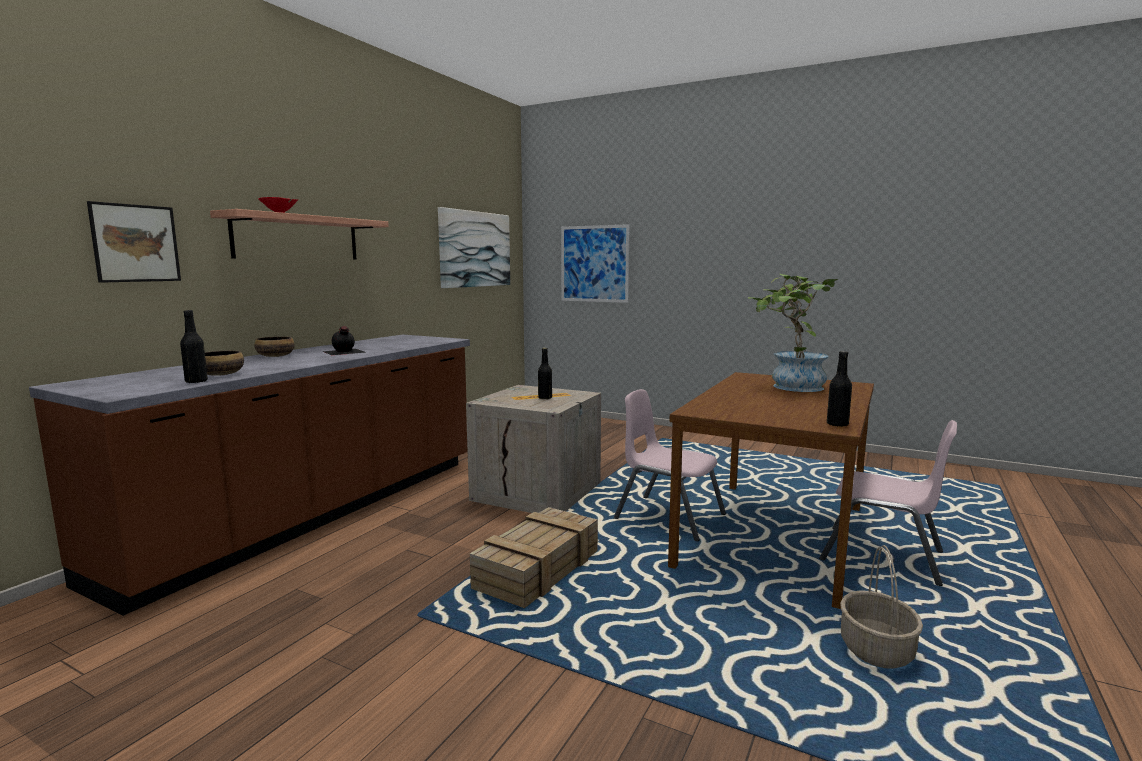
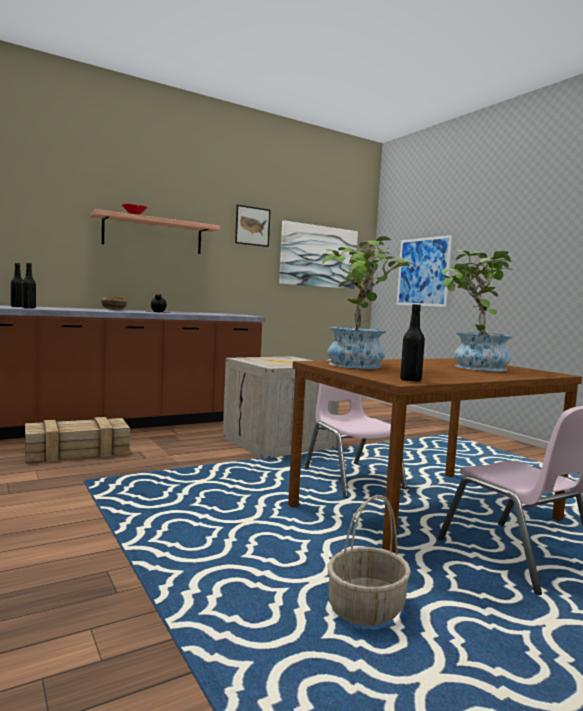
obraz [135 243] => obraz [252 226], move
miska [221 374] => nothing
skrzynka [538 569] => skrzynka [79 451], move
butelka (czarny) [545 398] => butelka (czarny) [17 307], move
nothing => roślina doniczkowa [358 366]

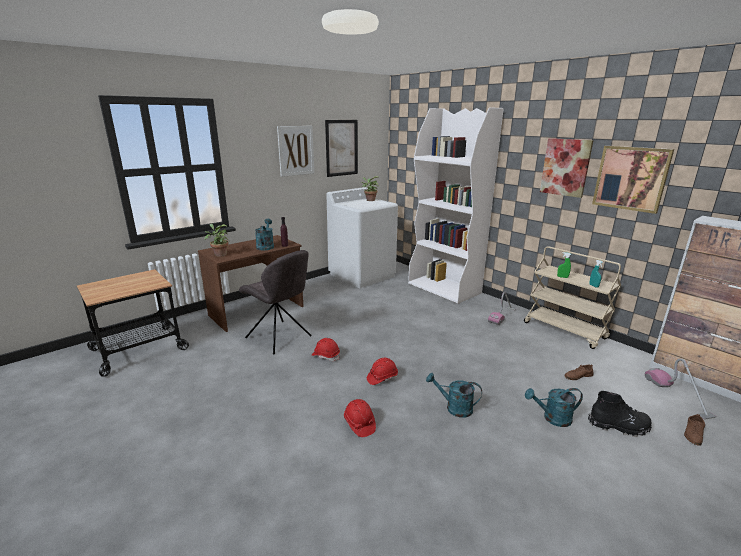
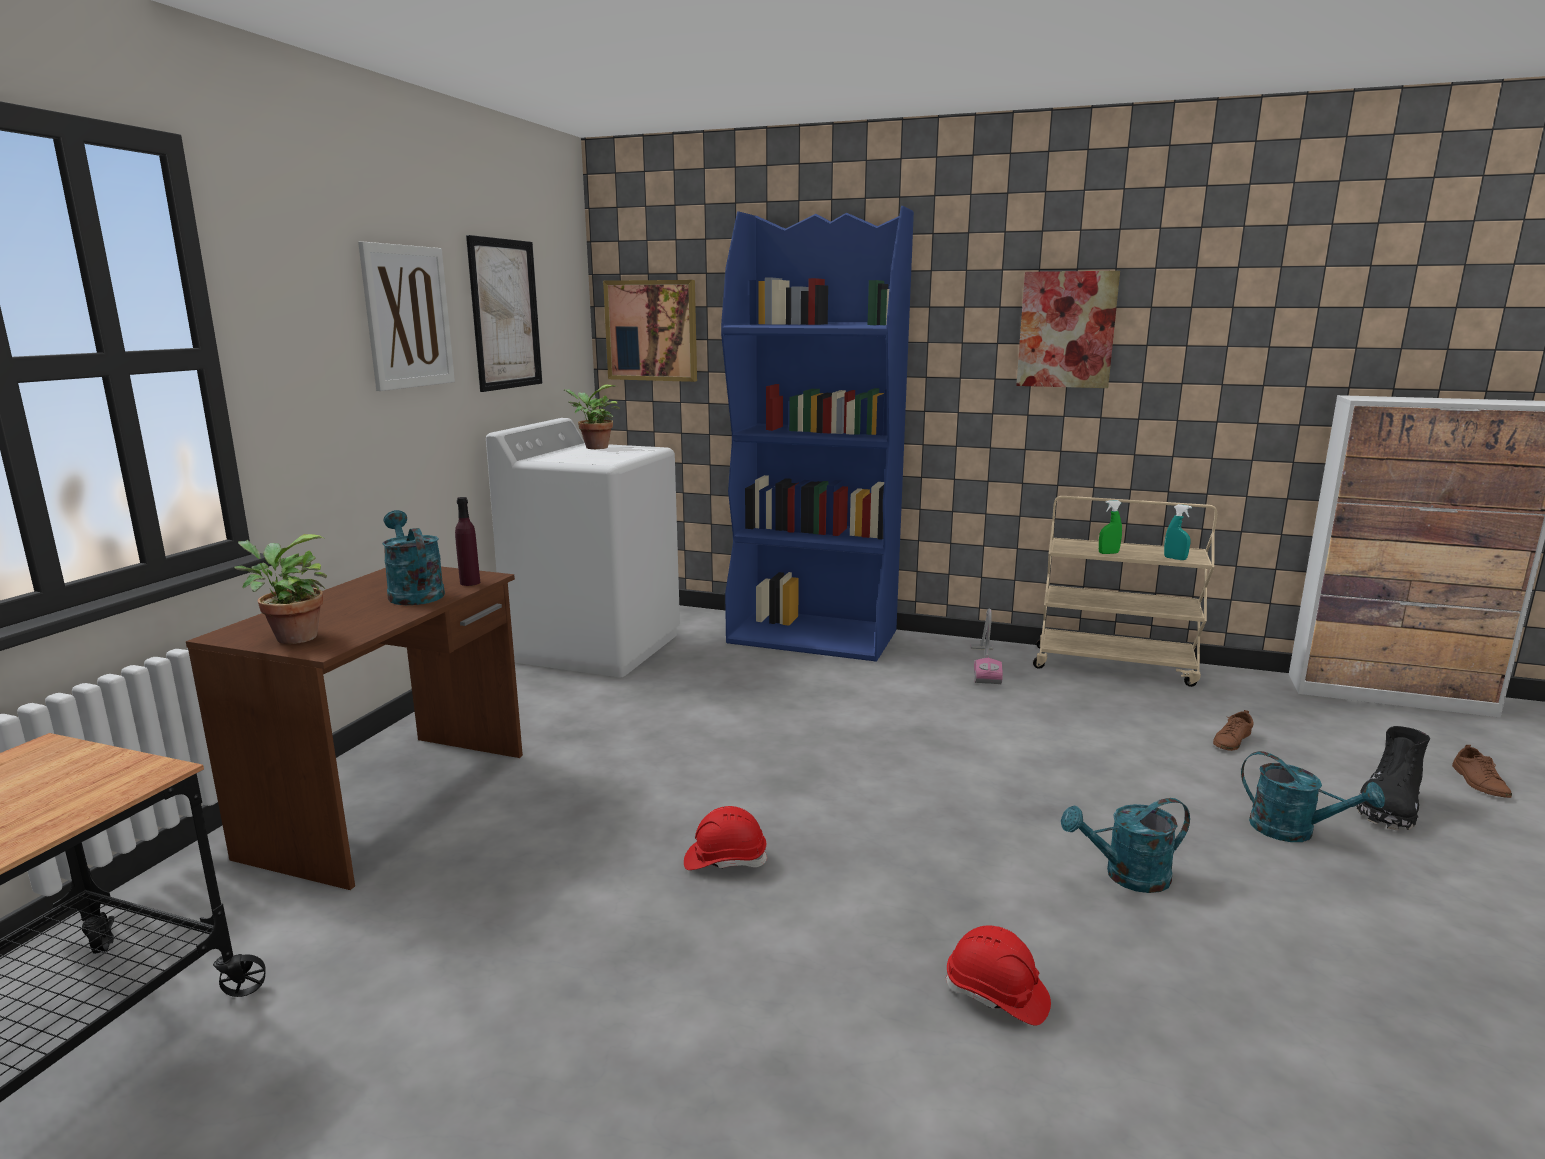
krzesło (szary) [280 338] => nothing
kask (czerwony) [382 378] => nothing
regał (biały) [444 288] => regał (niebieski) [814 637]
konewka (turkusowy) [552 418] => konewka (turkusowy) [1293 831], 105 degrees counterclockwise
but z cholewką (czarny) [618 426] => but z cholewką (czarny) [1389 808], 150 degrees clockwise
obraz [630 178] => obraz [651 330], move
odkurzacz [677 395] => nothing

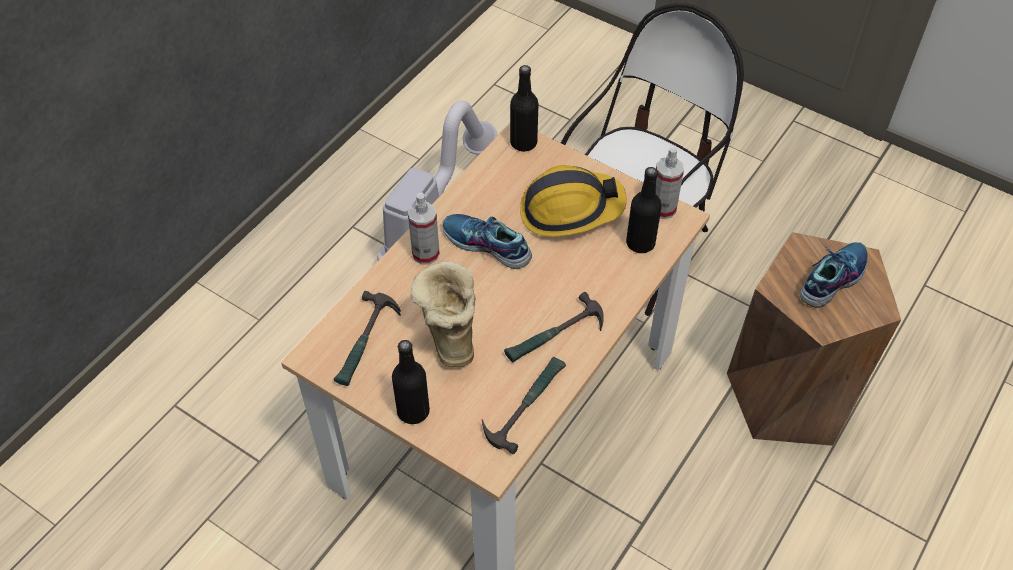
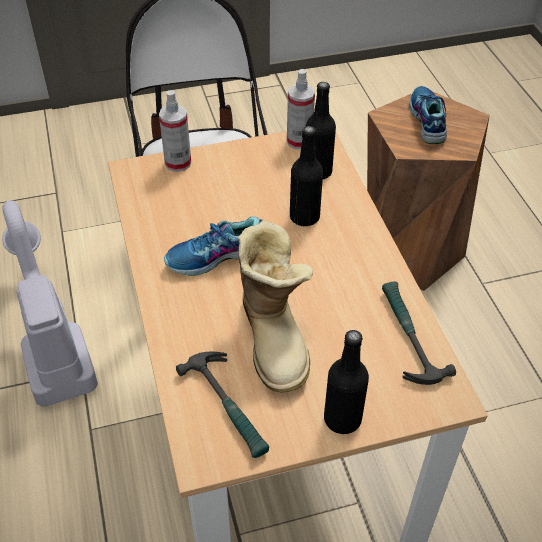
spryskiwacz [425 254] => spryskiwacz [178 163], move
but z cholewką [447 328] => but z cholewką [276 337], 135 degrees counterclockwise
młotek [555 336] => nothing
butelka (czarny) [523 143] => butelka (czarny) [304 217], move
kask [570 209] => nothing

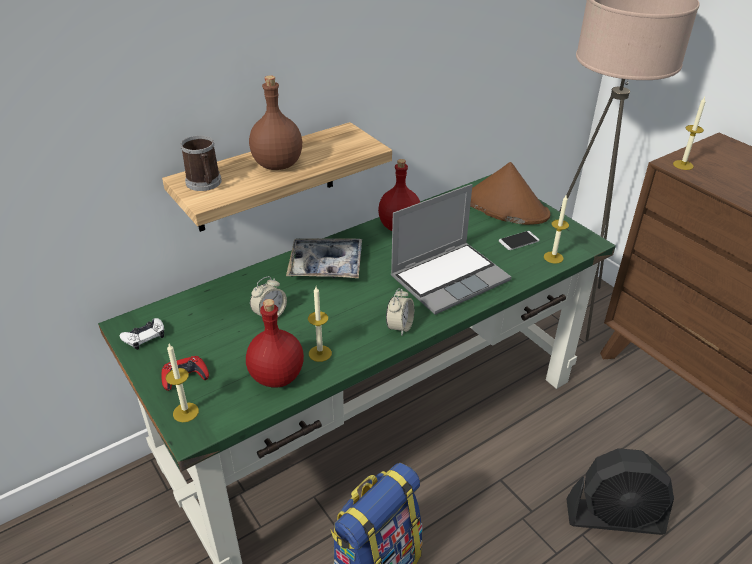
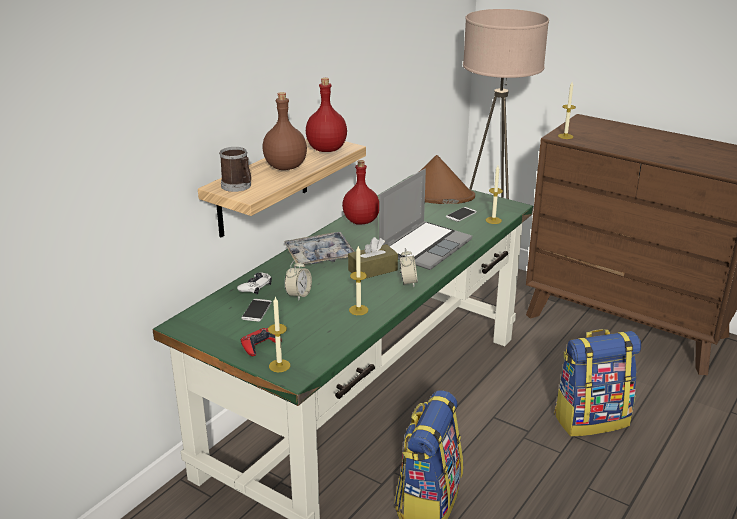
pad do gier (biały) [144 336] => pad do gier (biały) [255 286], move
butelka (czerwony) [277 376] => butelka (czerwony) [327 149], move
wentylator (czarny) [614 517] => plecak [591 419]
nothing => telefon [256 310]
nothing => pudełko chusteczek (brązowy) [372 270]

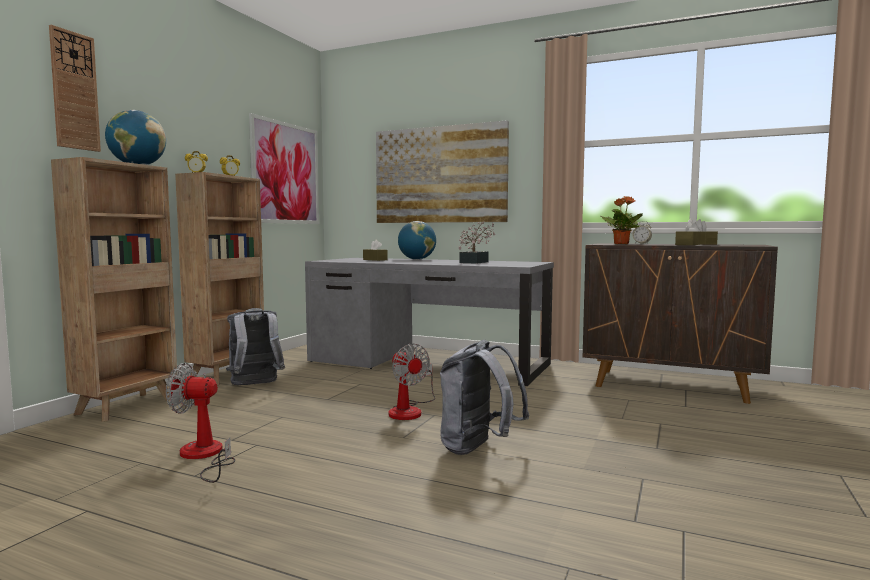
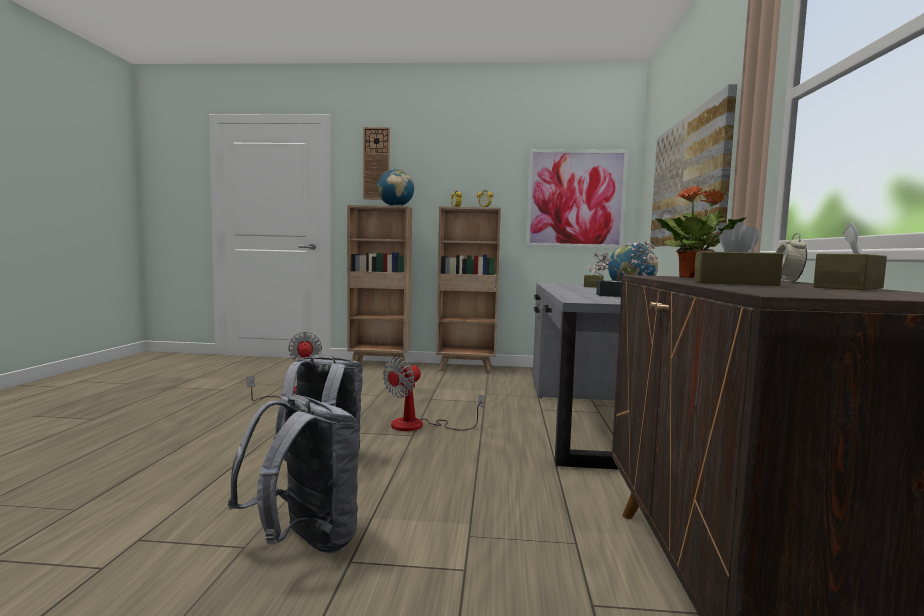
plecak (szary) [255 385] => plecak (szary) [304 542], move

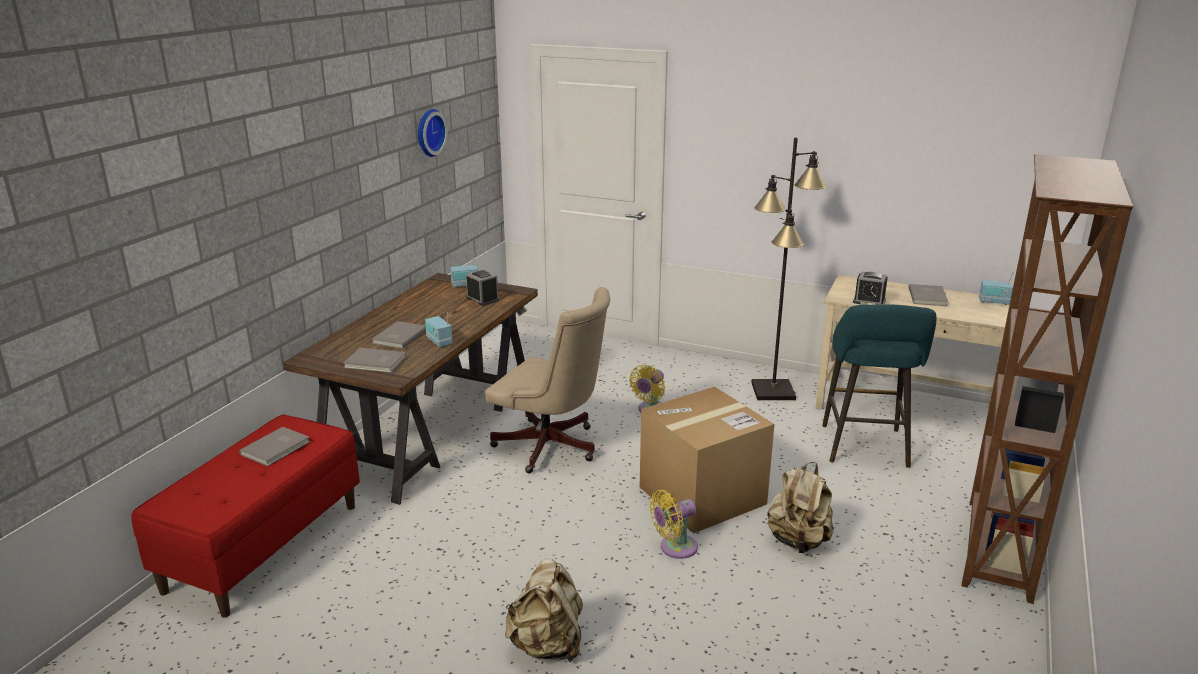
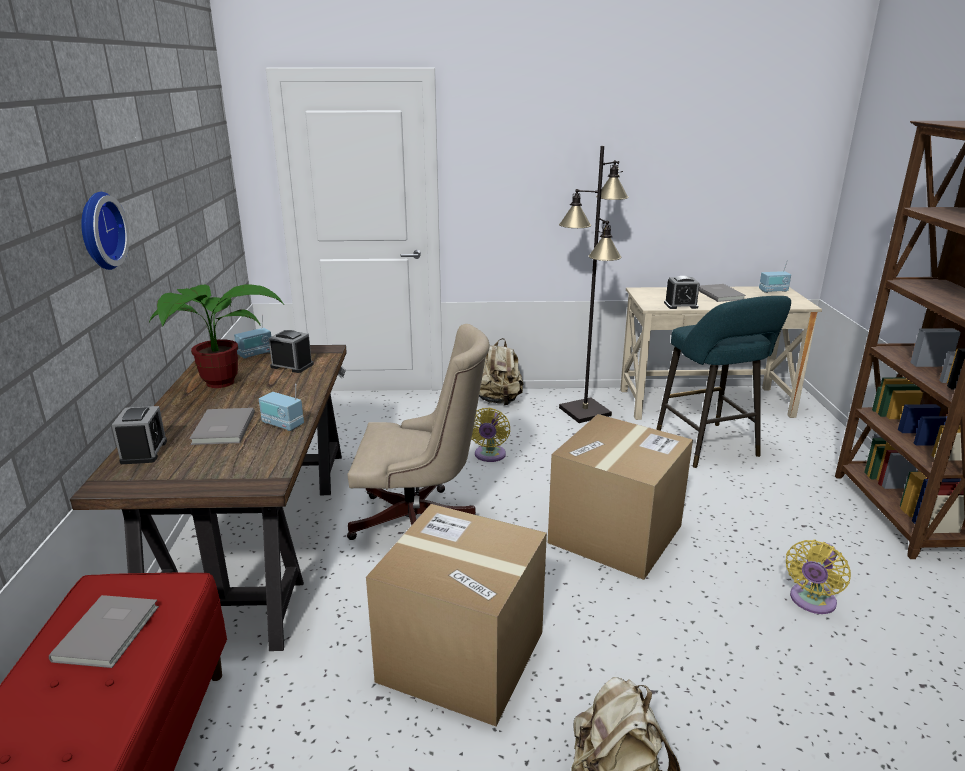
książka (szary) [375 363] => nothing
zegar ścienny [428 132] => zegar ścienny [98 231], move
wentylator (żółty) [675 548] => wentylator (żółty) [811 602], move
plecak (beżowy) [798 541] => plecak (beżowy) [499 401], move
nothing => budzik [144 451]
nothing => roślina doniczkowa [219 385]
nothing => karton [461 656]

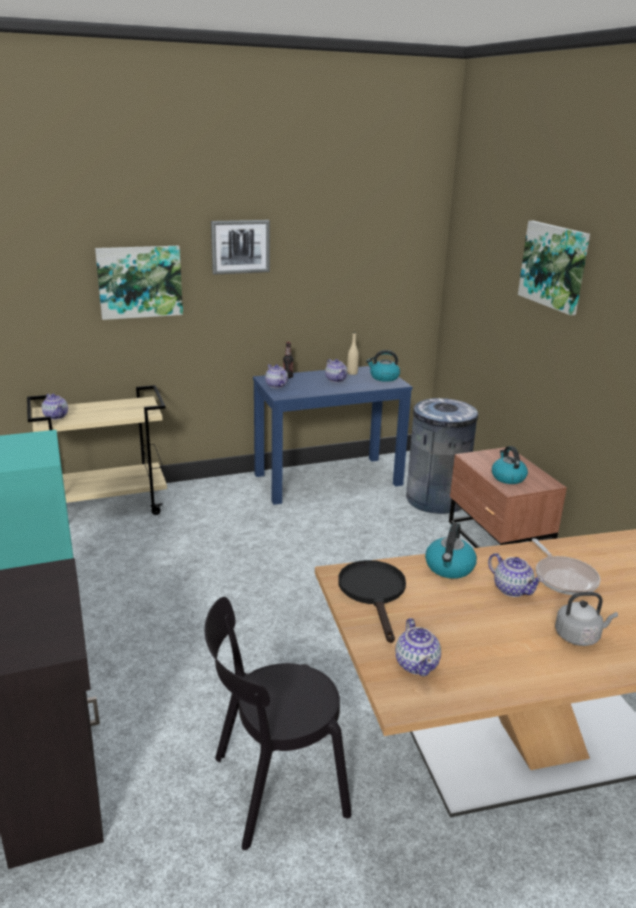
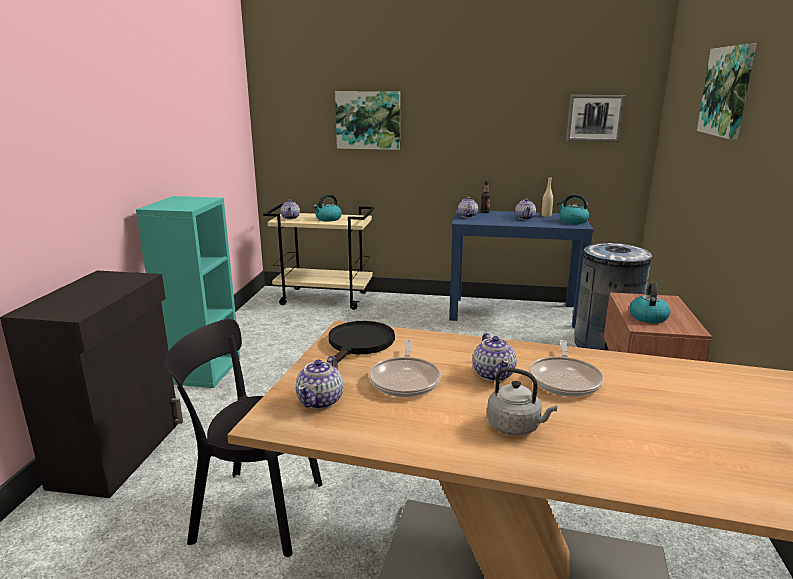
obraz [240 246] => obraz [594 118], move
czajnik [449 568] => czajnik [328 219], move
nothing => patelnia [405 380]

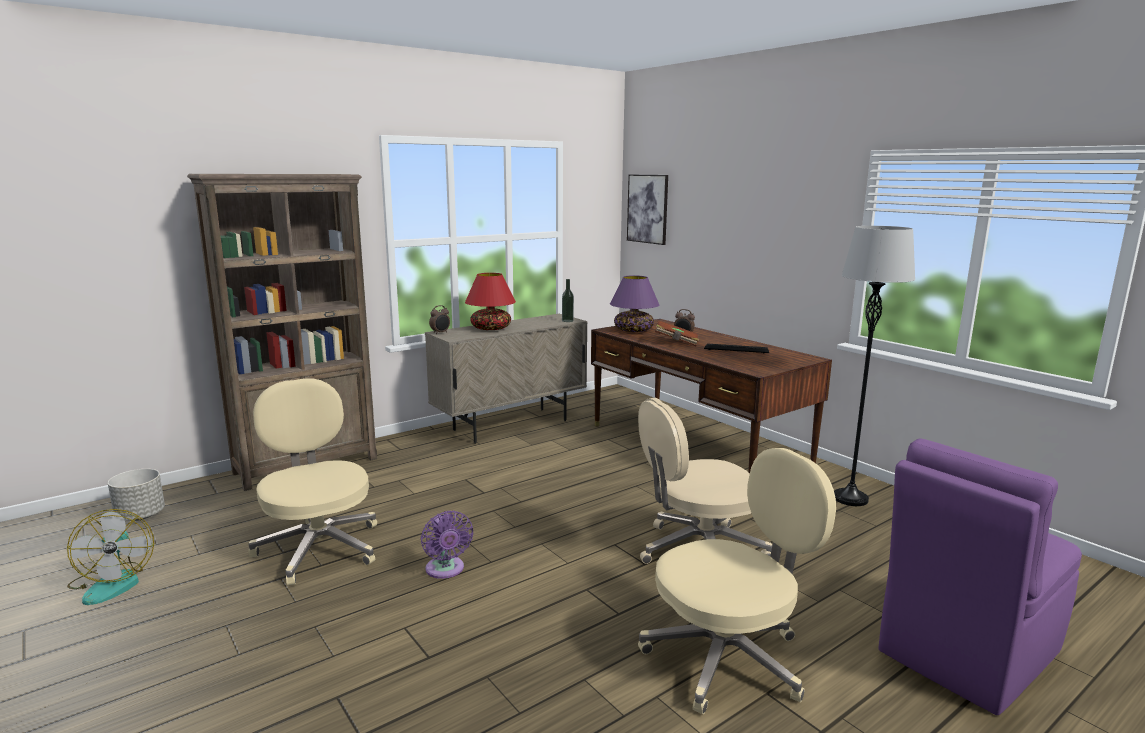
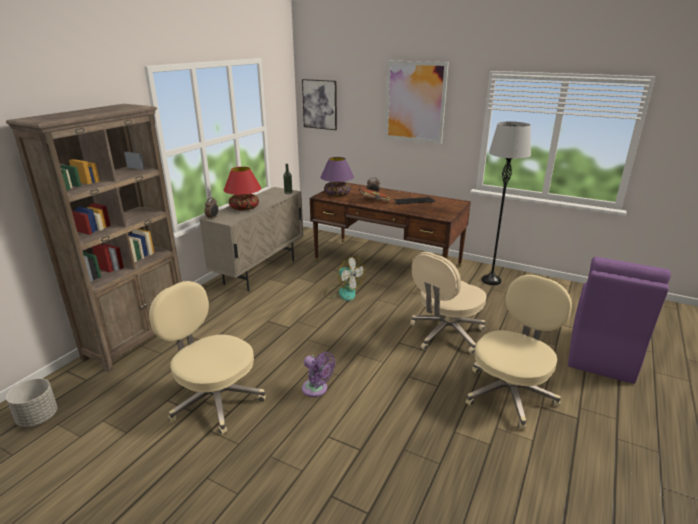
wentylator [113 582] => wentylator [343 292], move
nothing => obraz [415 102]

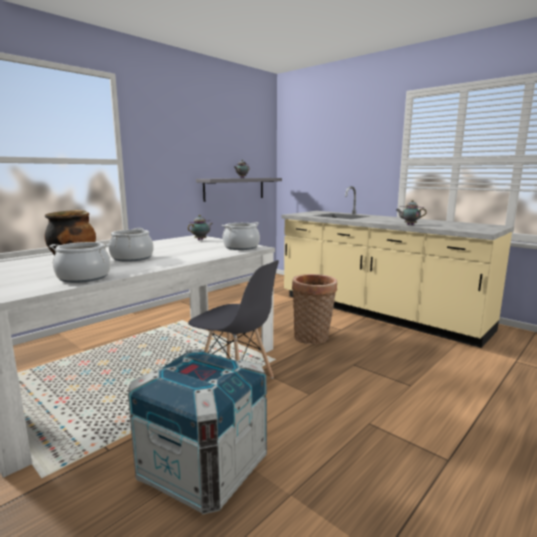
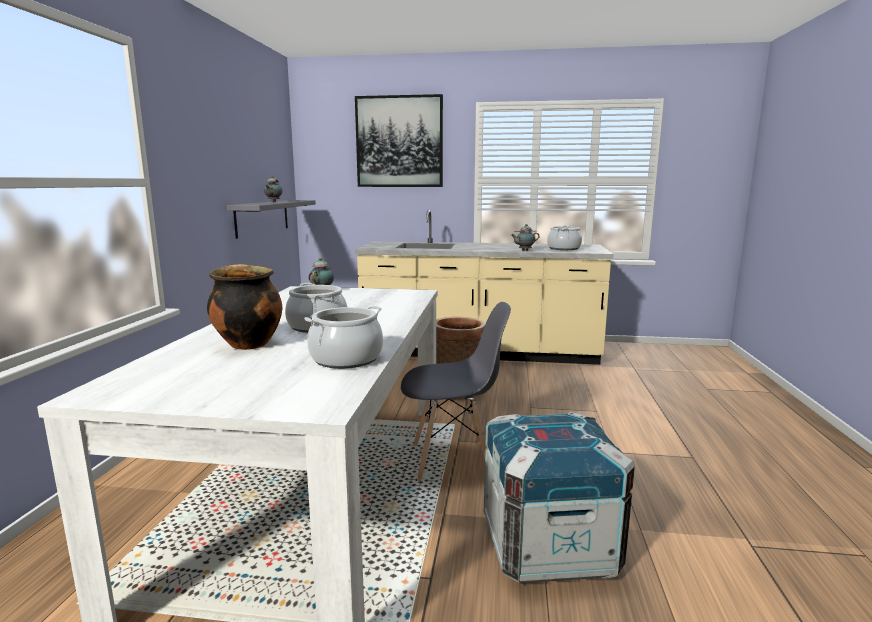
garnek [241 247] => garnek [563 248], move
nothing => obraz [399 142]

